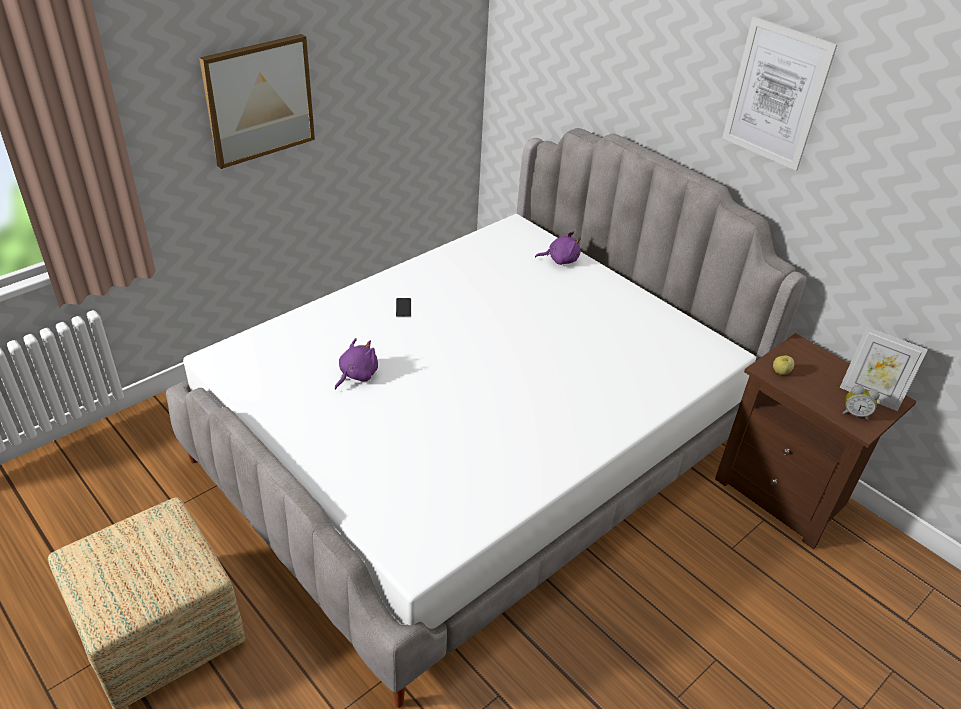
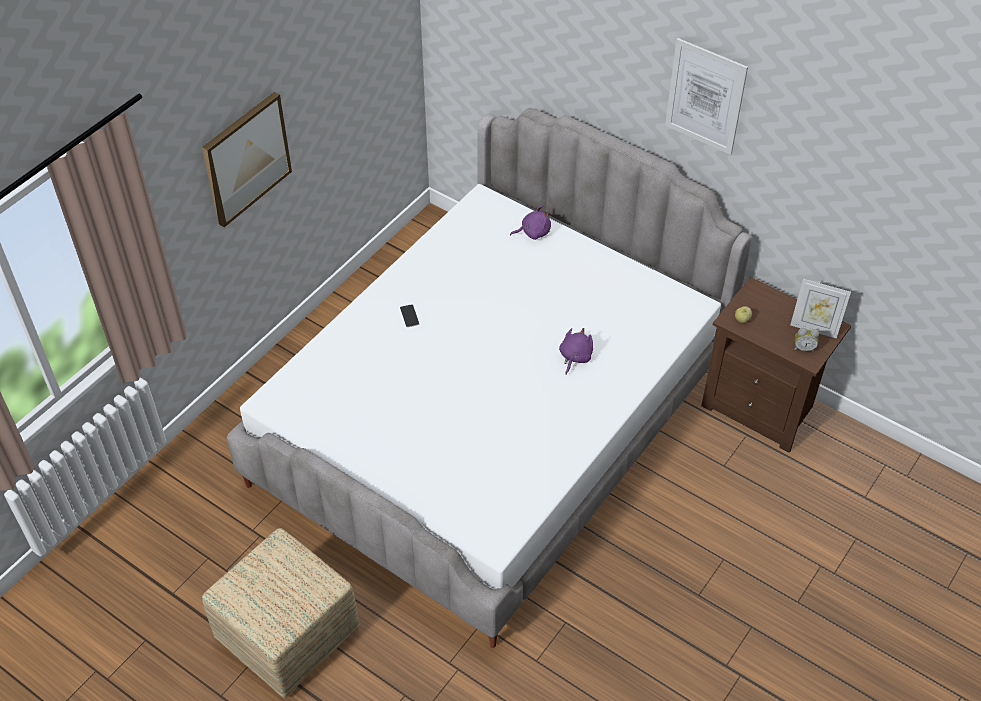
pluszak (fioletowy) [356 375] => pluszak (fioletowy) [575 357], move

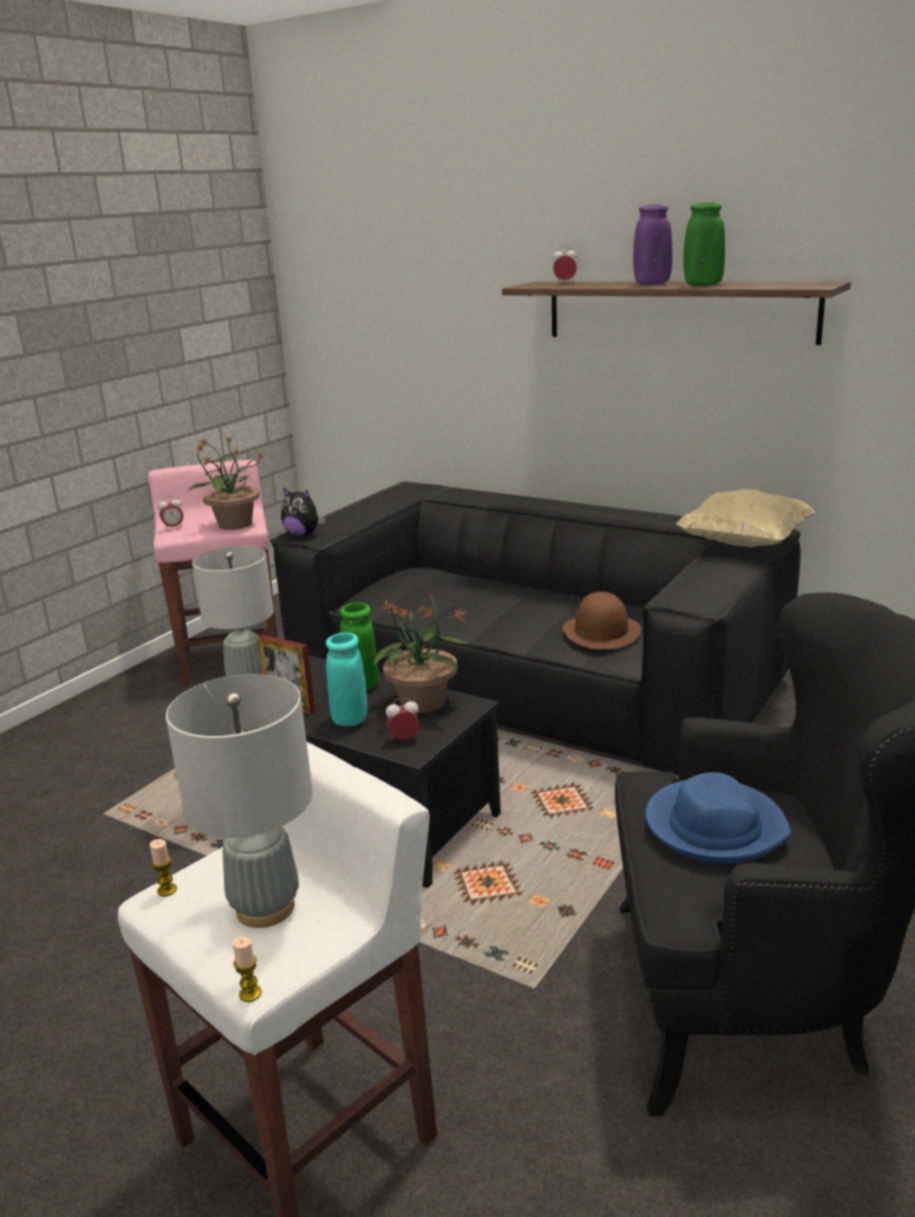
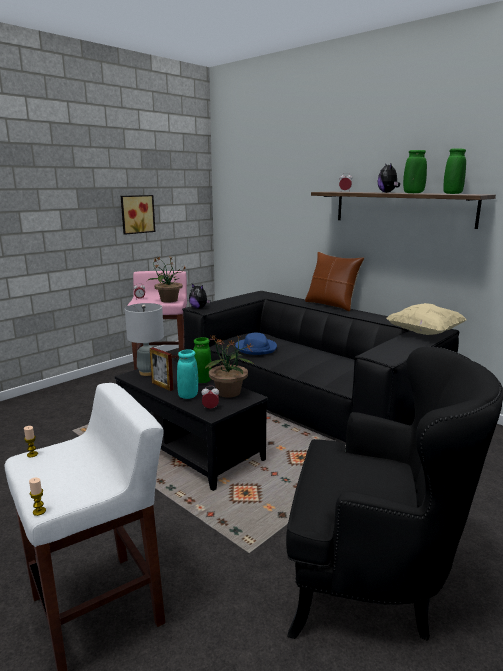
lampa stołowa (szary) [266 908] => nothing
kapelusz (brązowy) [601 631] => nothing
wazon (fioletowy) [652 284] => pluszak [387 192]
kapelusz (niebieski) [714 826] => kapelusz (niebieski) [256 348], move
nothing => obraz [137 214]
nothing => poduszka (brązowy) [331 305]
nothing => wazon (zielony) [452 193]

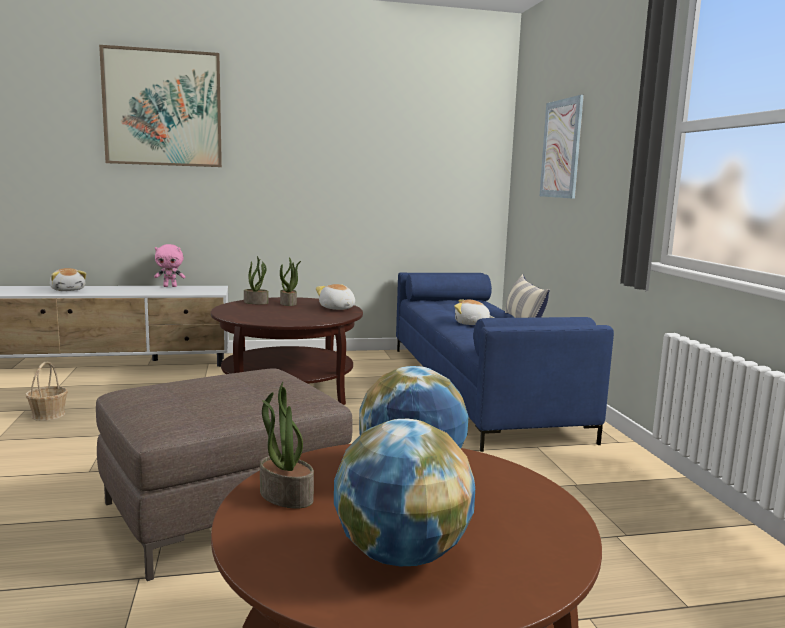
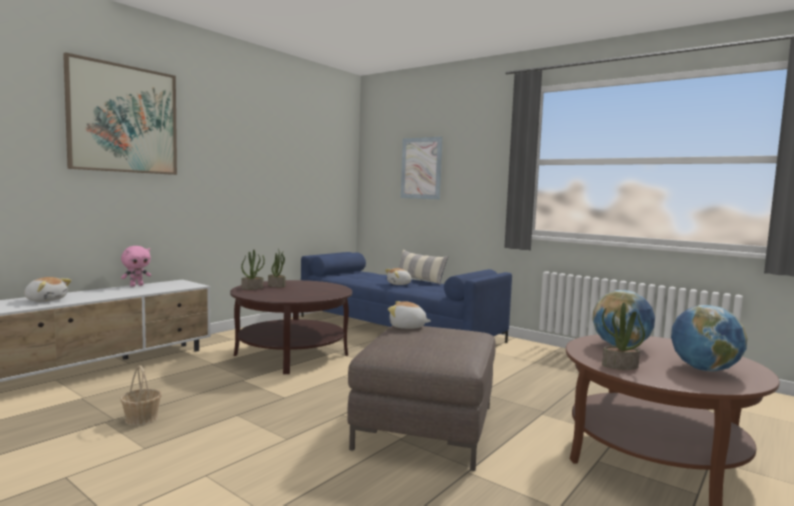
pluszak [337 308] => pluszak [407 327], move

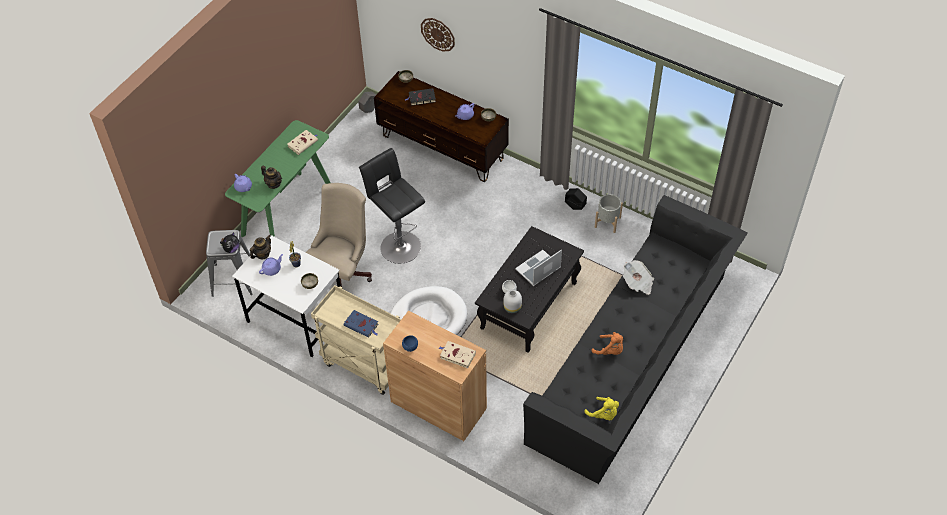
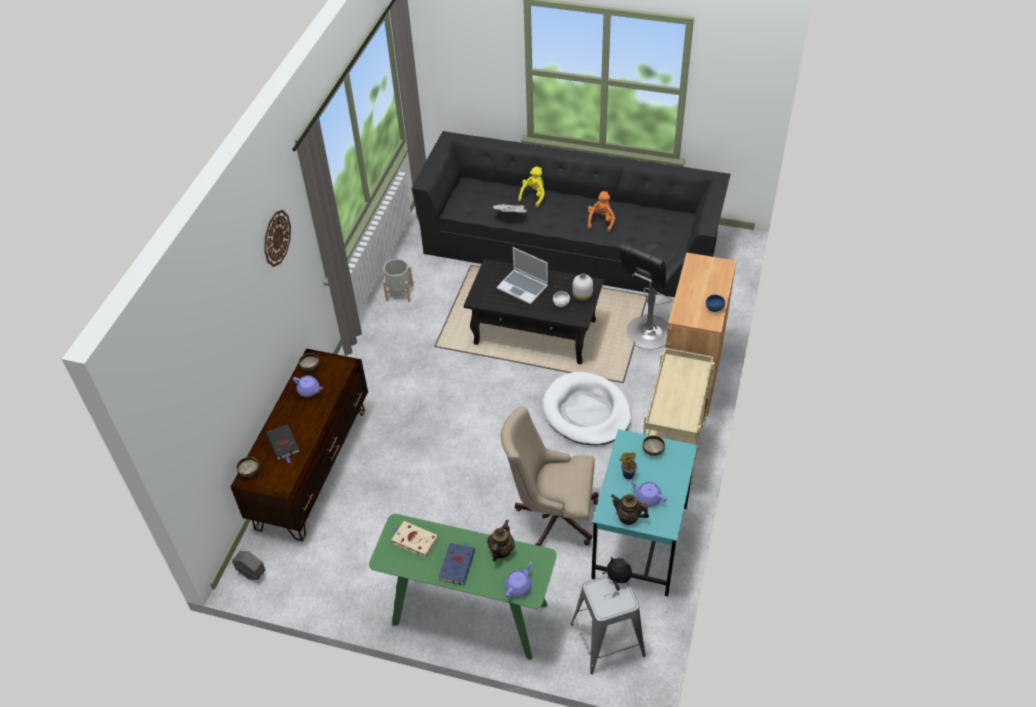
biurko (biały) [295 319] => biurko (turkusowy) [640 542]
książka (niebieski) [362 325] => książka (niebieski) [457 564], move
stołek (czarny) [398 245] => stołek (czarny) [647 334], move
zegar ścienny [438 34] => zegar ścienny [276 238], move
książka (beżowy) [456 355] => nothing
donica (czarny) [575 206] => nothing
pluszak (żółty) [603 414] => pluszak (żółty) [533 196], move

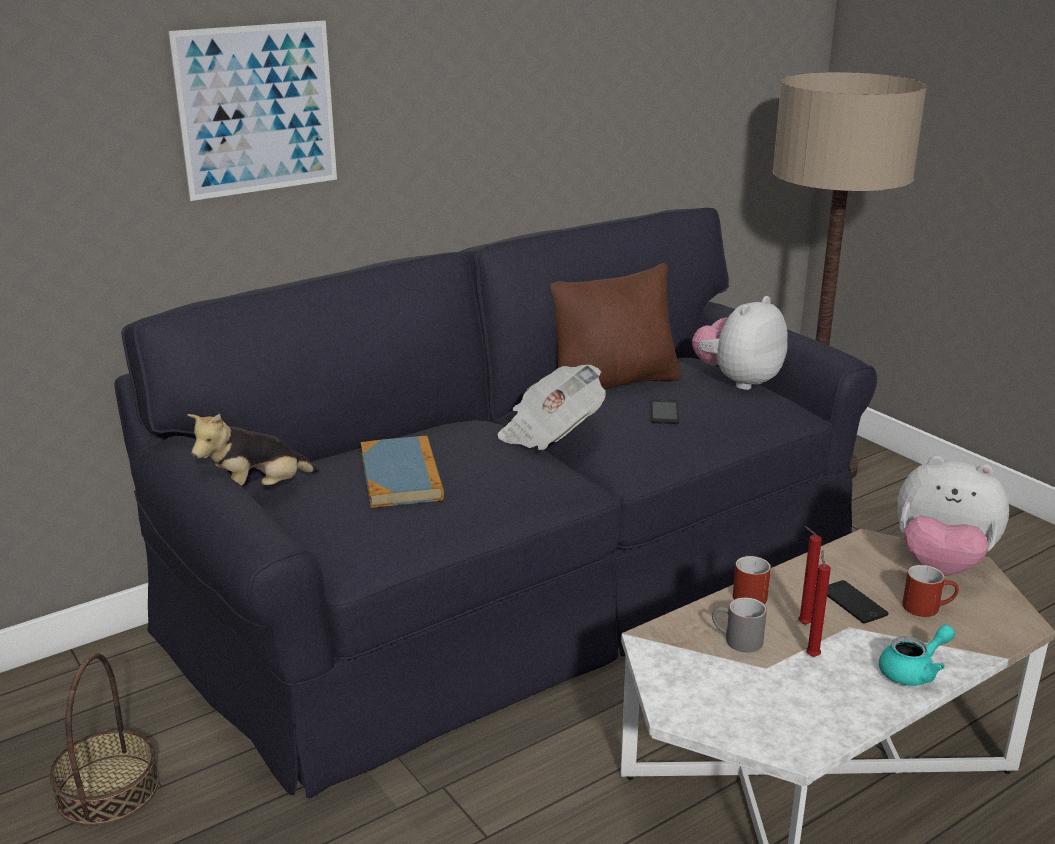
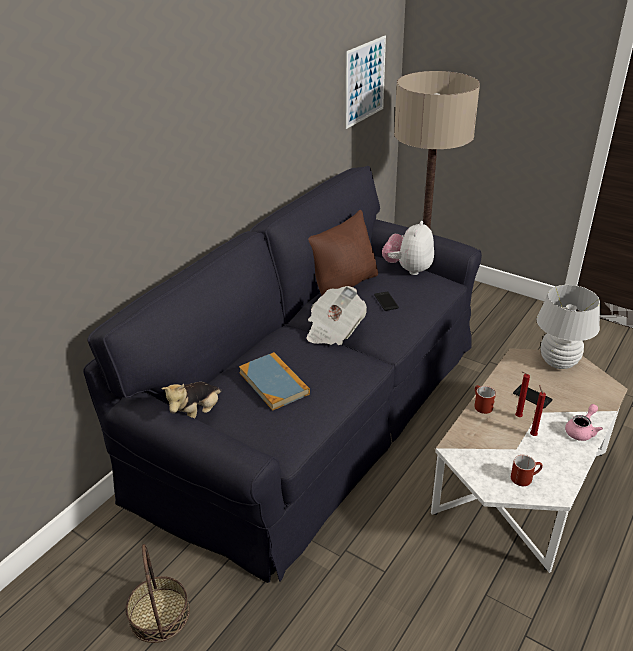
obraz [257 109] => obraz [365 81], move
kubek (szary) [736 641] => nothing
imbryk (turkusowy) [913 671] => imbryk (różowy) [581 431]
pluszak [941 565] => lampa stołowa (biały) [558 362]
kubek (czerwony) [927 607] => kubek (czerwony) [525 477], move

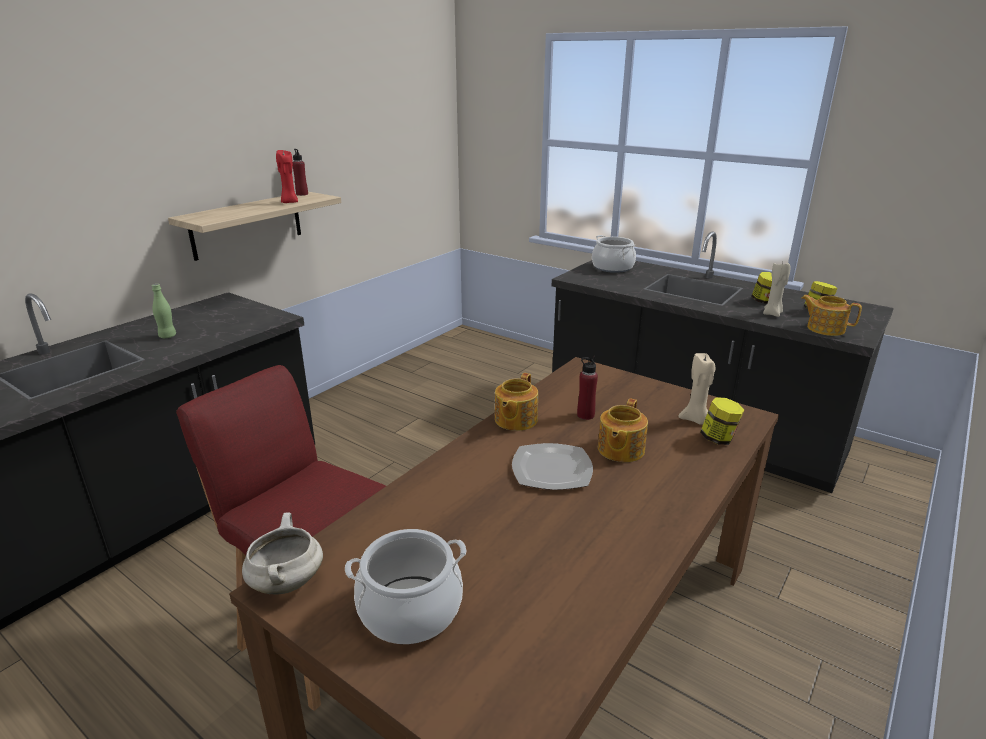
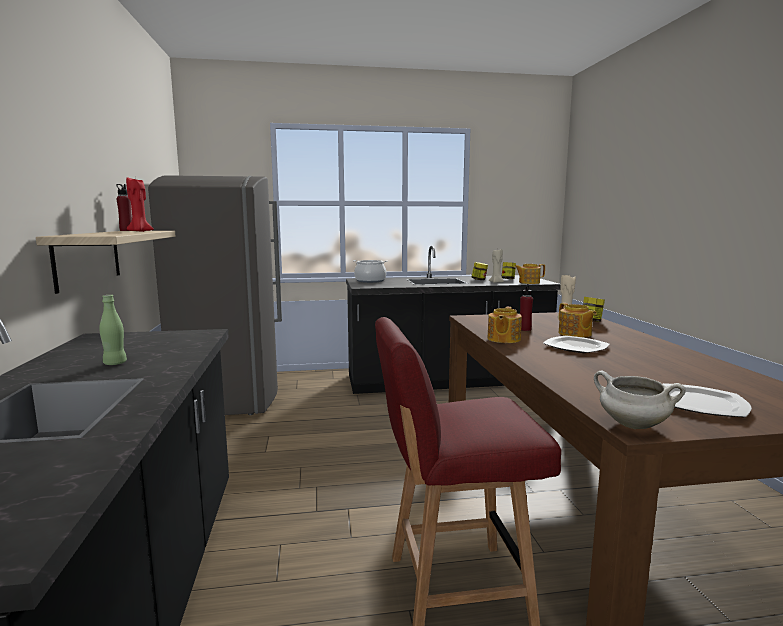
garnek [410 609] => talerz [699 403]
imbryk [515 420] => imbryk [503 339], 45 degrees clockwise
nothing => lodówka (szary) [230 396]

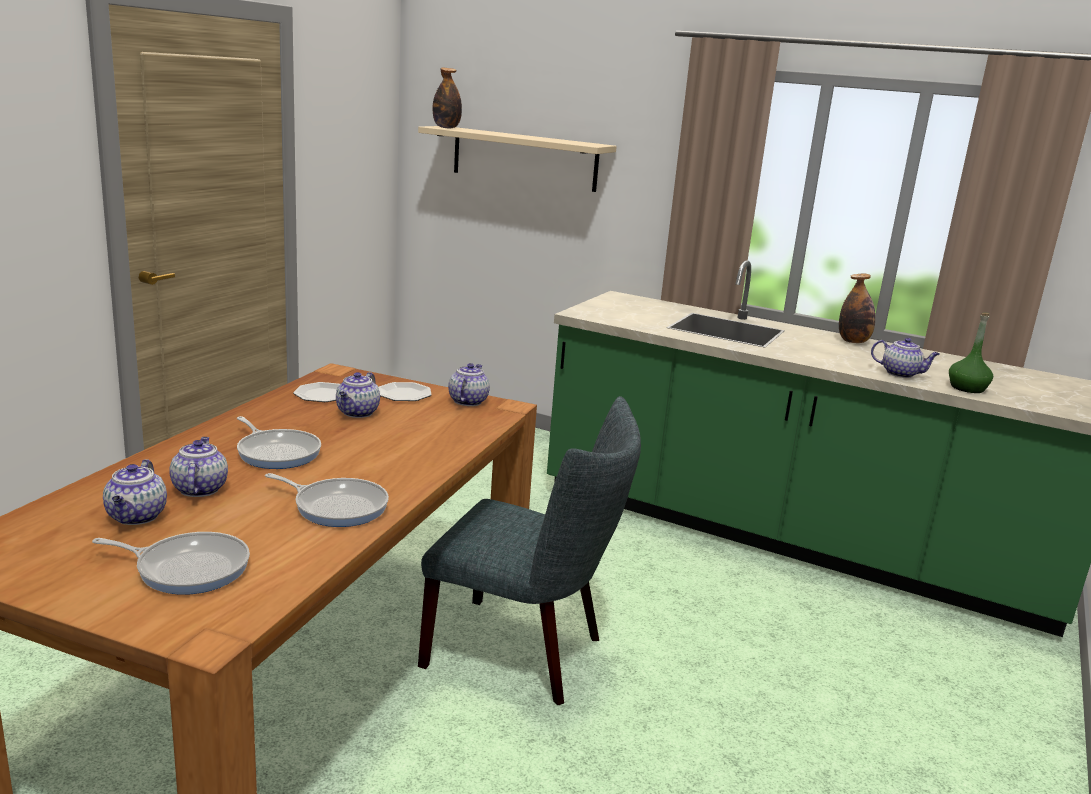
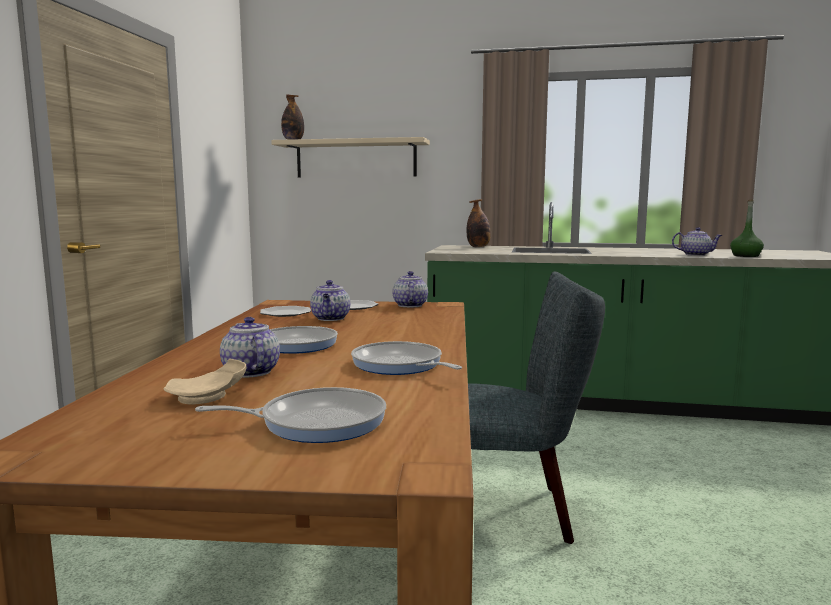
imbryk [137 517] => talerz (beżowy) [209 397]
patelnia [337 506] => patelnia [400 365], 135 degrees counterclockwise
butelka [853 341] => butelka [478 247], move

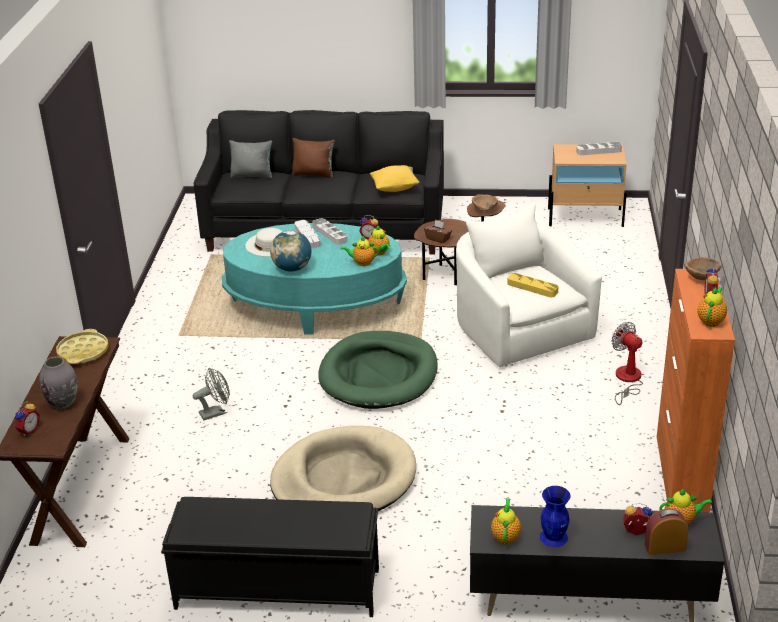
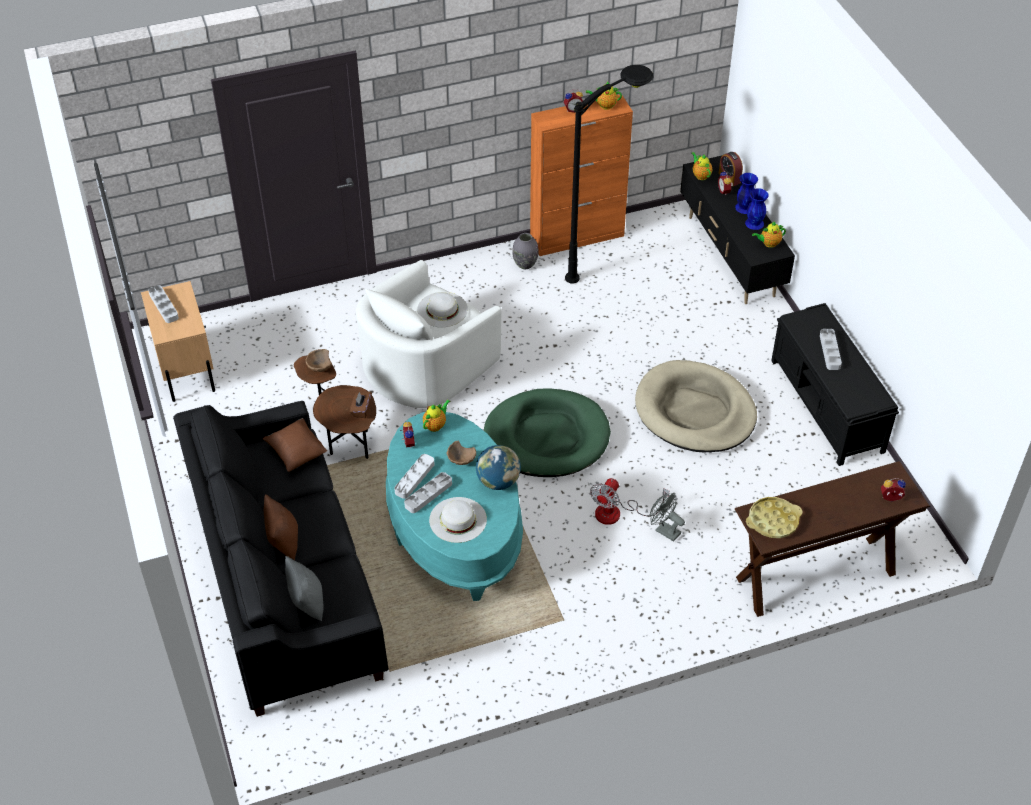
wazon (szary) [63 403] => wazon (szary) [525 264], move
imbryk [362 263] => nothing
poduszka (żółty) [395 188] => poduszka (brązowy) [296 453]
taca (żółty) [532 288] => kapelusz (biały) [442 309]
wentylator [627 380] => wentylator [617 513], move
miska (brązowy) [701 277] => miska (brązowy) [461 461], move
nothing => lampa stojąca (czarny) [609 261]
nothing => wazon (niebieski) [744 207]
nothing => taca (szary) [830 351]

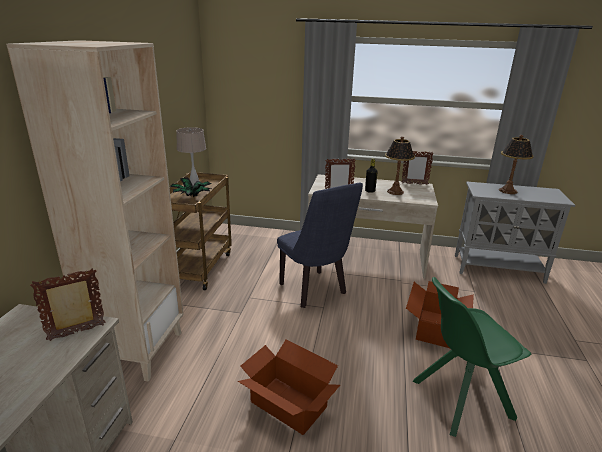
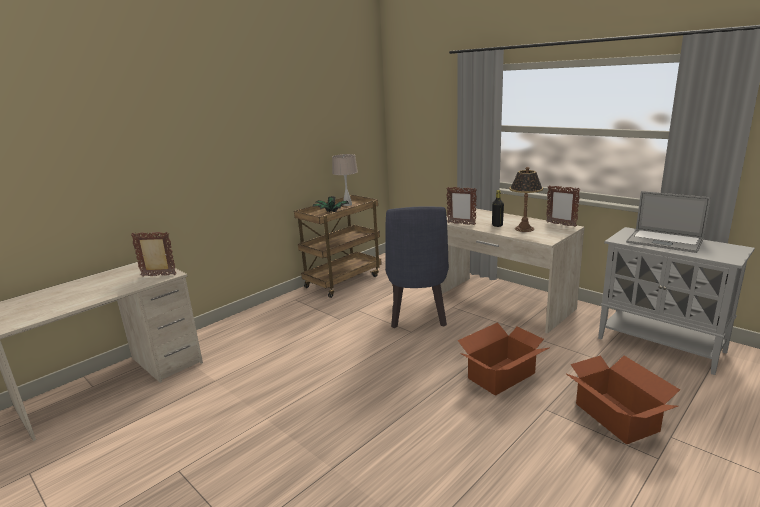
regał (beżowy) [139 350] => nothing
karton [288 405] => karton [616 418], move
krzesło (zielony) [459 399] => nothing
lampa stołowa [508 191] => laptop [664 241]

